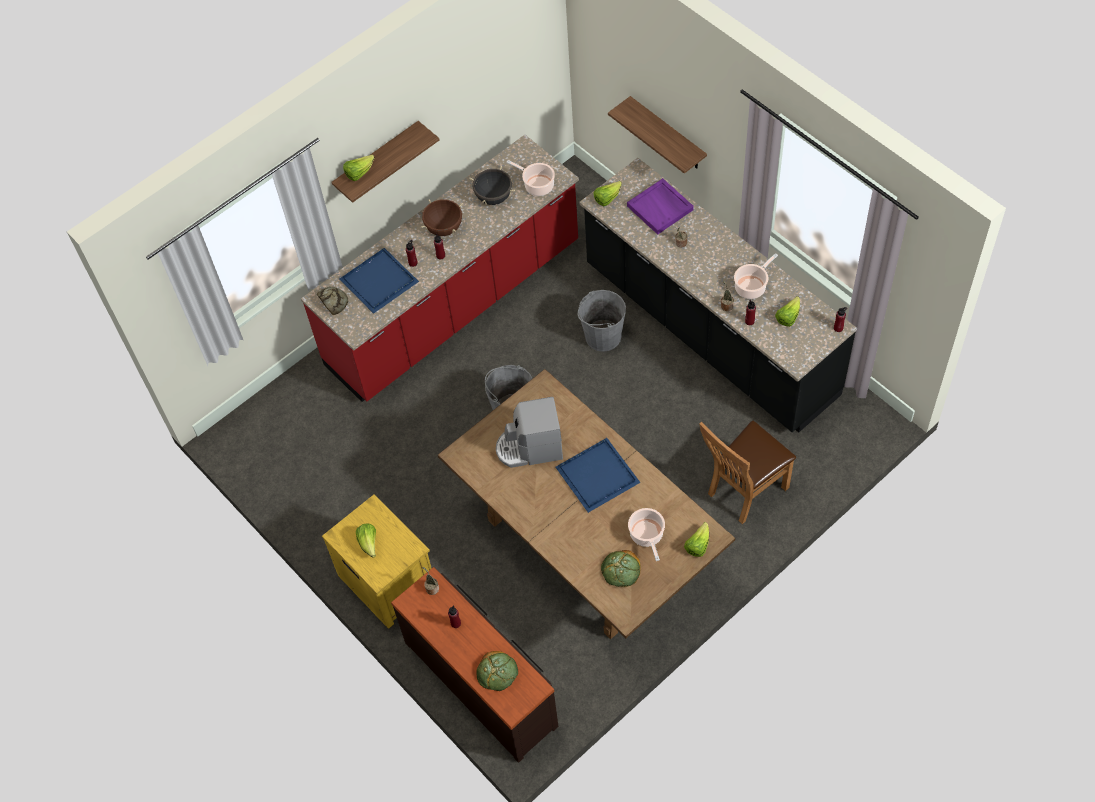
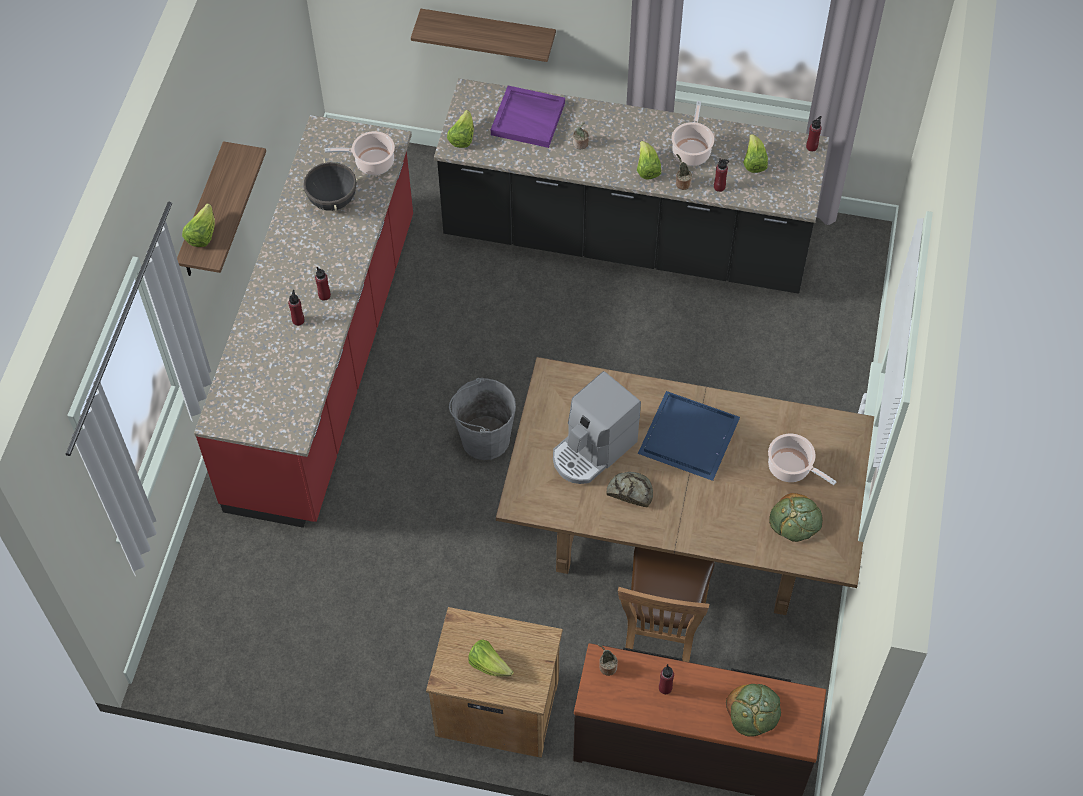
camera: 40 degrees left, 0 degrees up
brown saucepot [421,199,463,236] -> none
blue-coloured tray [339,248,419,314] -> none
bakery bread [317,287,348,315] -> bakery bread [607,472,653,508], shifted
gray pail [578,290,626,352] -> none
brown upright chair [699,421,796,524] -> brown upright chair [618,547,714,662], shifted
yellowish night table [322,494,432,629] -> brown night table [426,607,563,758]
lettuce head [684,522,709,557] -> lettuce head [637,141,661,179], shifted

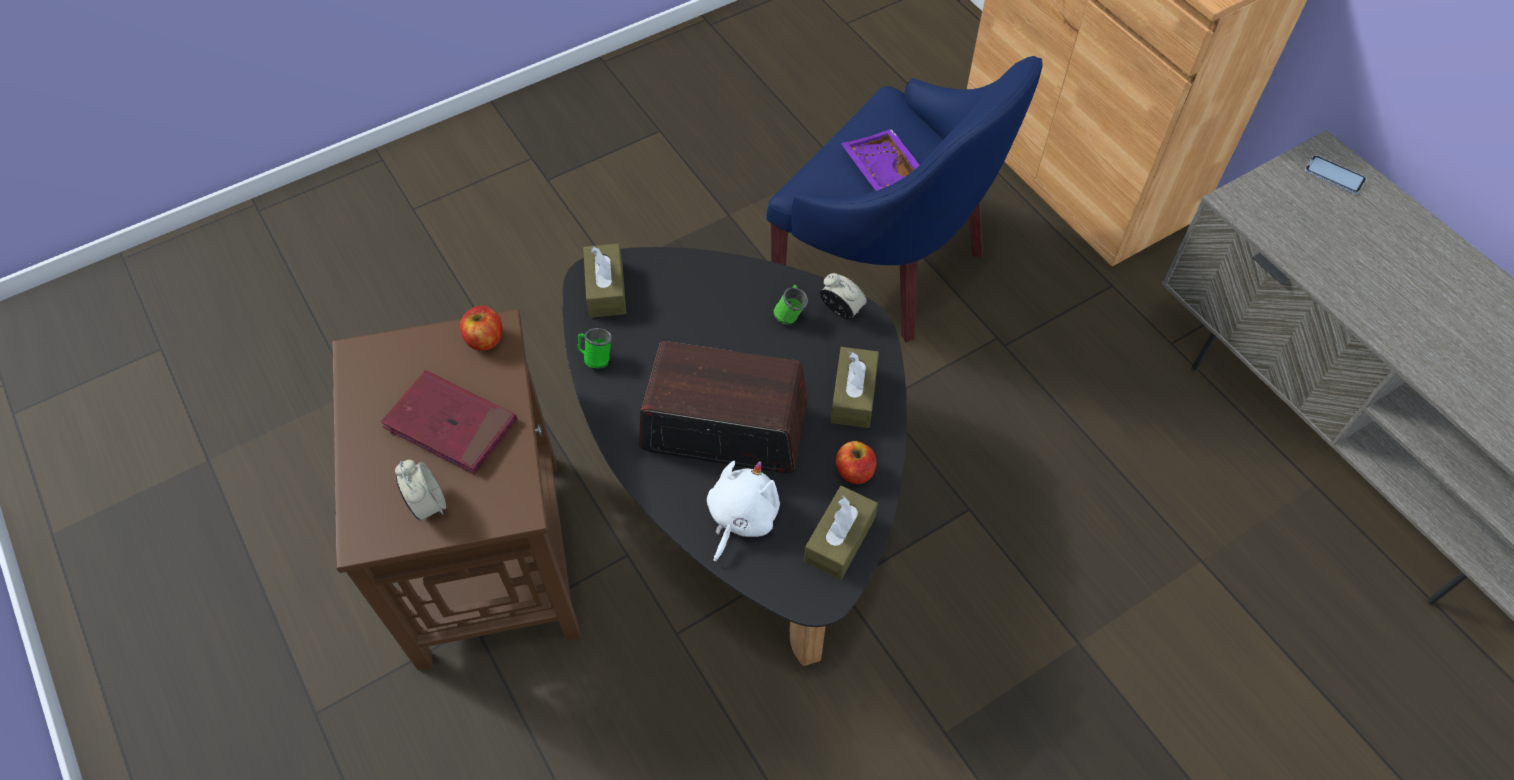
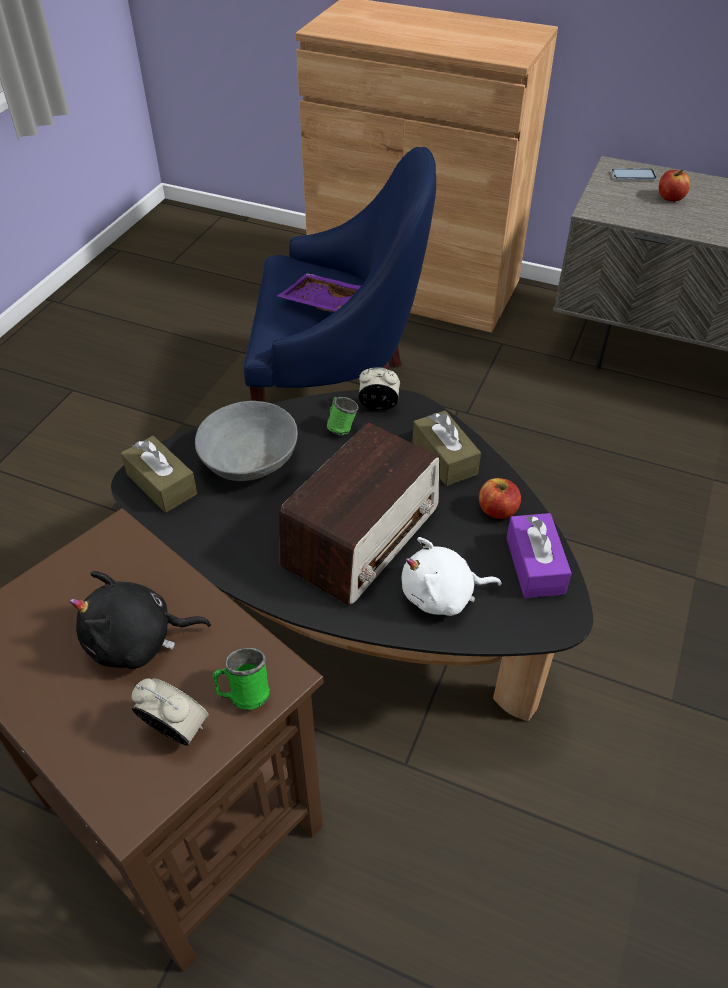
camera: 35 degrees left, 10 degrees down
whole apple [460,306,502,351] -> whole apple [659,170,690,202], shifted
green tea mug [577,328,612,369] -> green tea mug [213,648,270,710], shifted
radio [639,341,807,473] -> radio [279,423,440,606], 150 degrees clockwise
red volume [381,370,517,475] -> black-coloured plush toy [70,571,211,669]
whitish plush toy [707,461,780,562] -> whitish plush toy [402,537,502,616], 90 degrees counterclockwise
brown box of tissues [804,486,878,580] -> purple box of tissues [507,513,572,598]
none -> gray bowl [195,401,298,481]

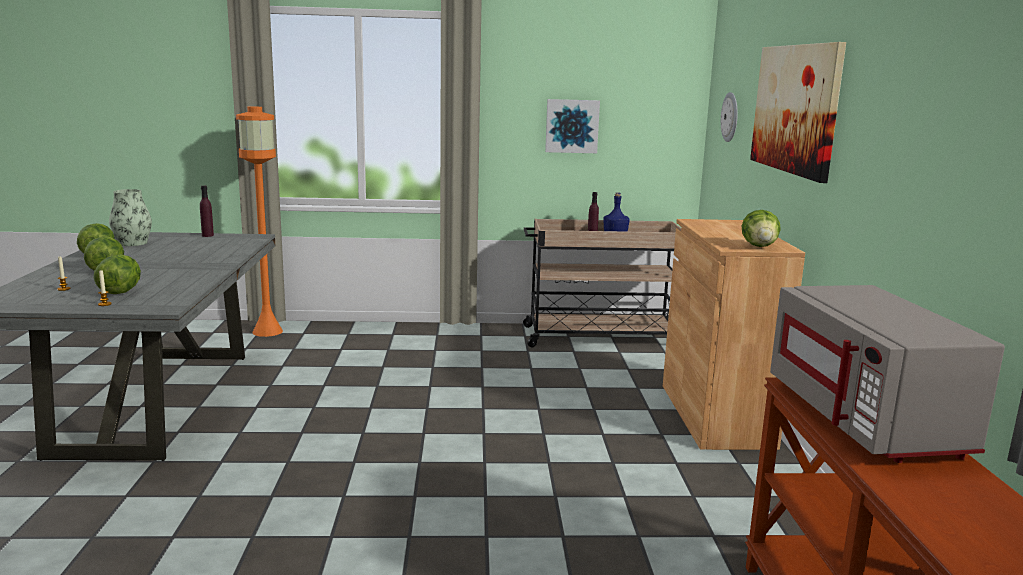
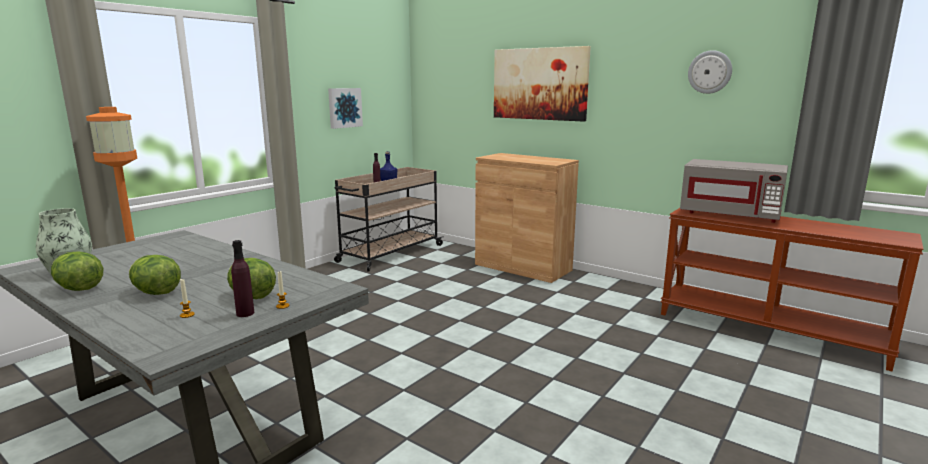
camera: 50 degrees left, 0 degrees up
hanging clock [721,92,738,142] -> hanging clock [688,50,732,94], shifted
purple beverage bottle [200,186,214,237] -> purple beverage bottle [231,240,254,317], shifted
lettuce head [742,210,781,247] -> none

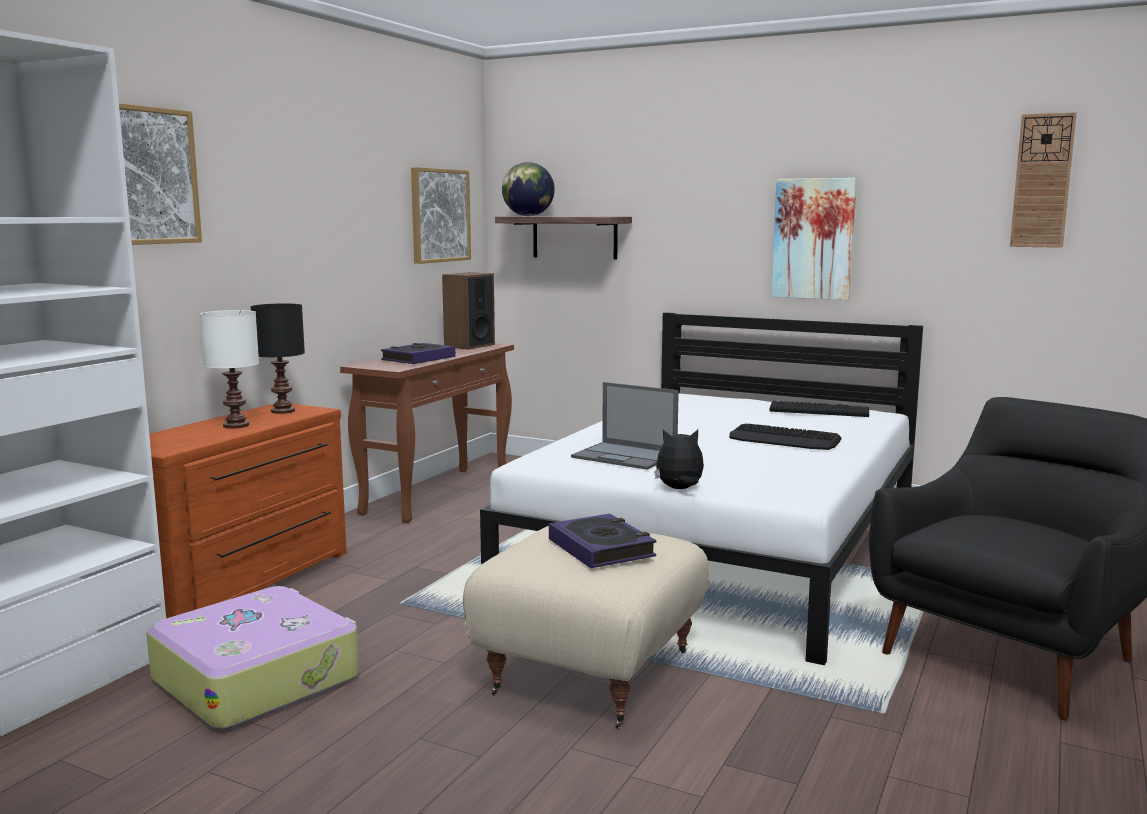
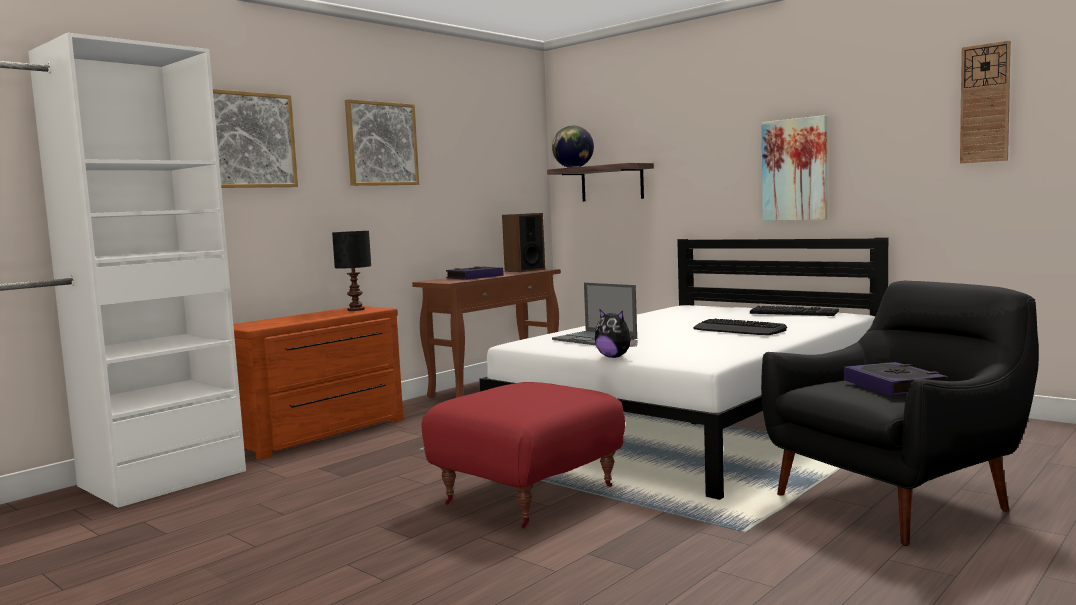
camera: 15 degrees right, 5 degrees down
picture [411,167,471,264] -> picture [345,99,419,186], shifted
whitish table lamp [200,310,259,429] -> none
plush toy [654,430,704,489] -> plush toy [595,309,638,358], 150 degrees counterclockwise
volume [549,514,657,568] -> volume [844,362,948,396], shifted
beige pouffe [463,526,709,729] -> red pouffe [422,382,625,528]
travel case [146,586,359,730] -> none

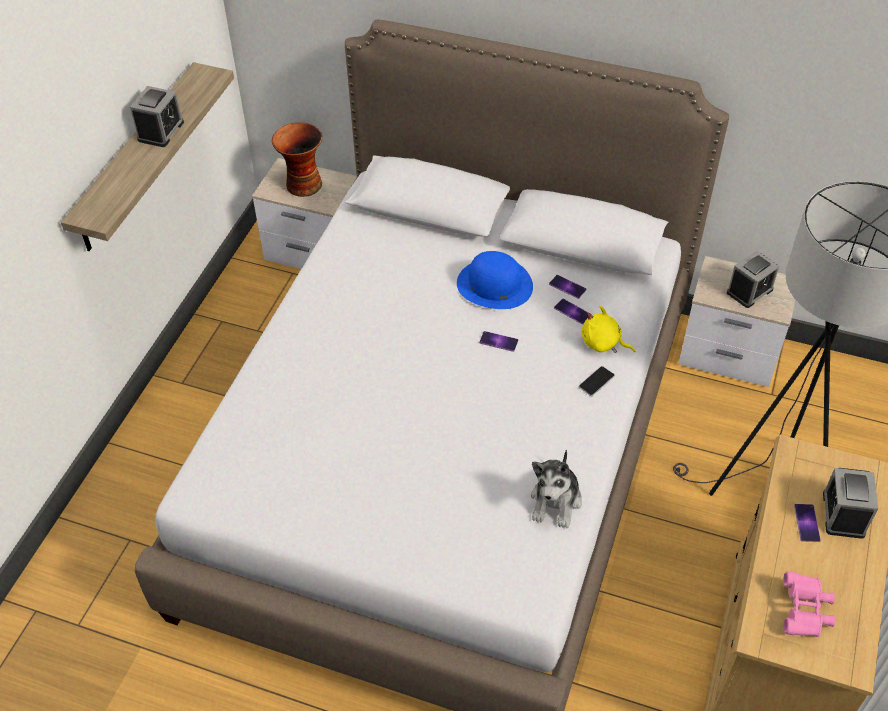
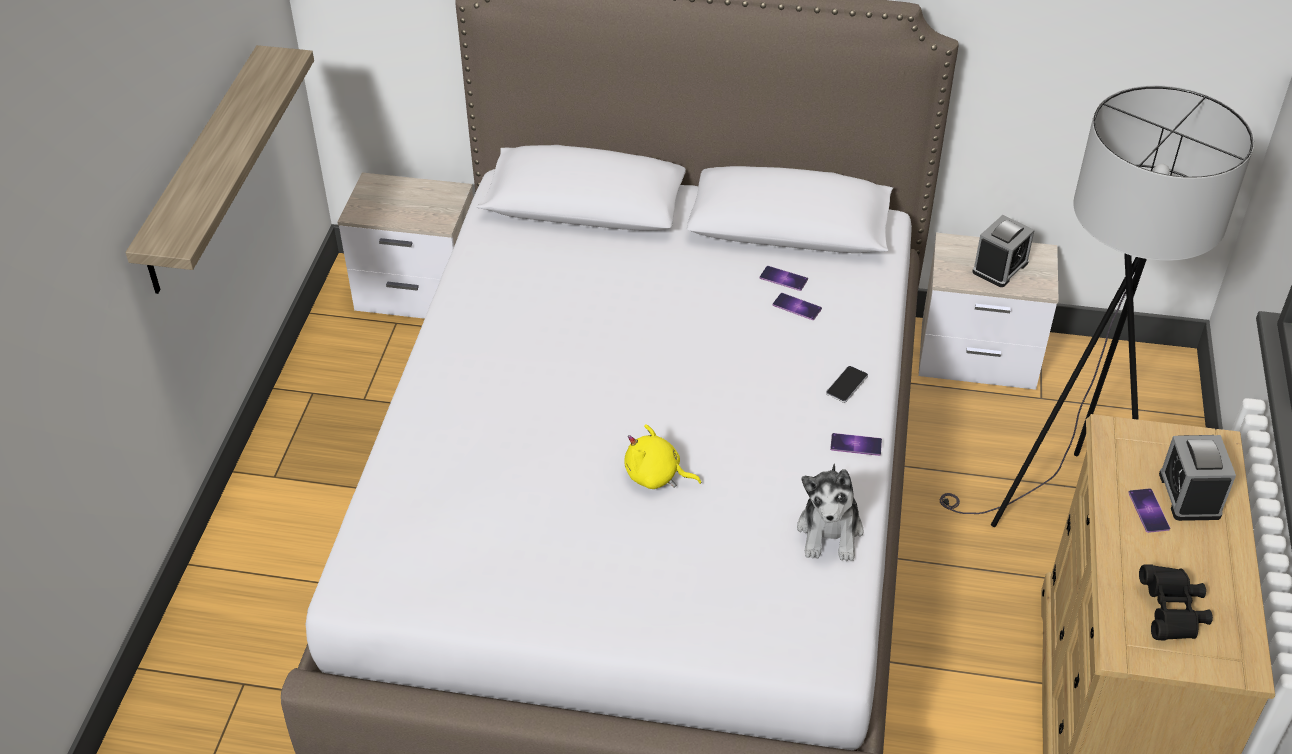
camera: 10 degrees left, 5 degrees down
bedside clock [130,86,184,147] -> none
vase [272,122,322,197] -> none
blue-coloured wearable hat [457,251,533,309] -> none
yellowish plush toy [582,306,635,353] -> yellowish plush toy [624,424,701,489], shifted
handset [479,331,518,352] -> handset [830,433,882,456], shifted
pink-coloured binoculars [783,571,835,637] -> black-coloured binoculars [1139,564,1213,640]

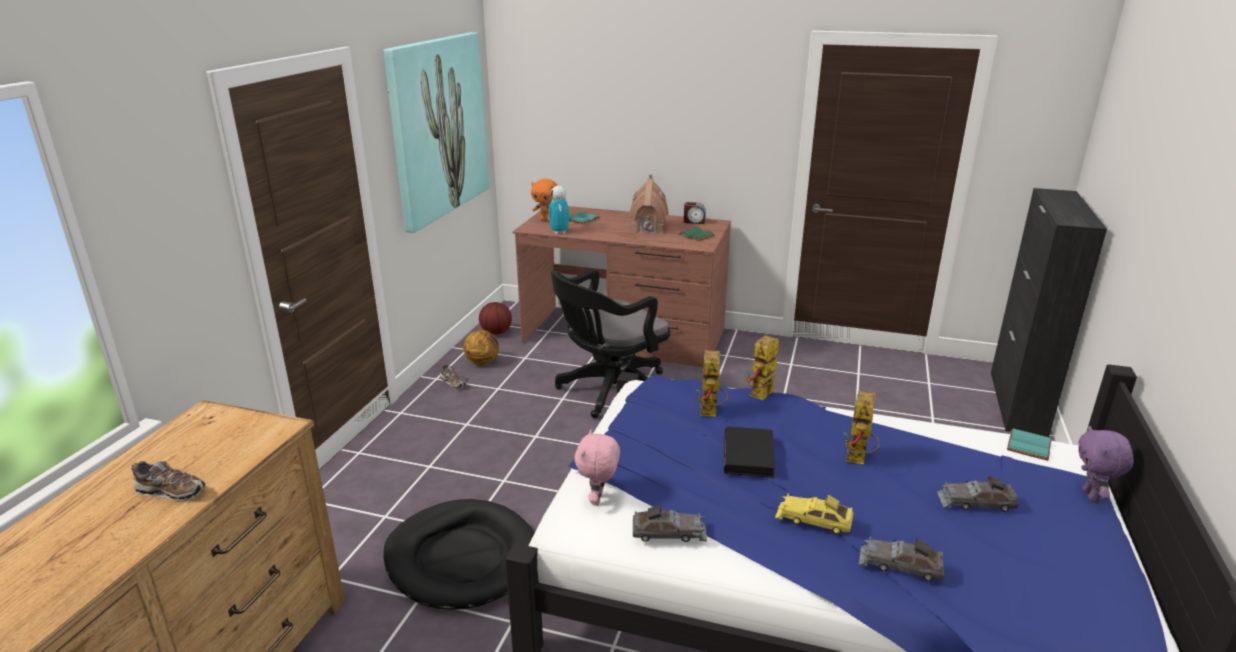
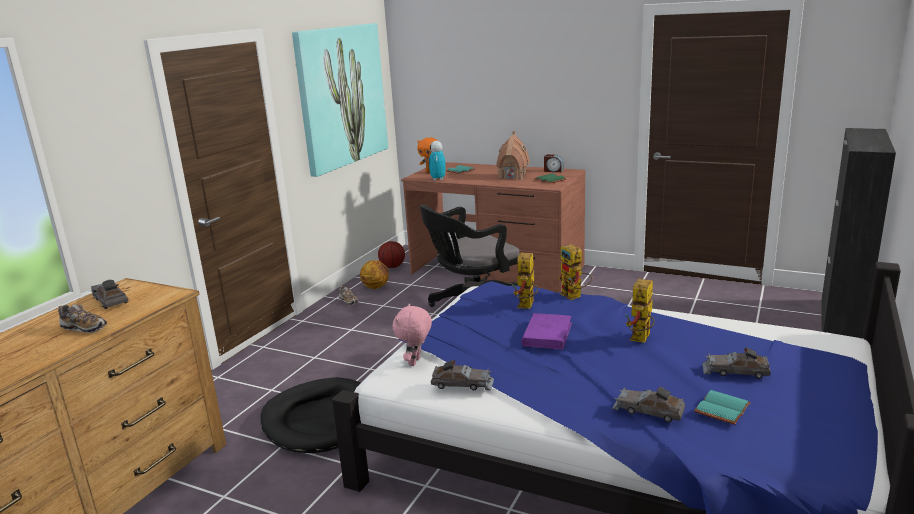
camera: 10 degrees right, 5 degrees down
toy robot [745,335,779,400] -> toy robot [559,244,593,300], 75 degrees counterclockwise
purple plush toy [1078,426,1134,502] -> none
black-coloured volume [724,427,775,478] -> purple volume [521,313,572,350]
turquoise volume [1007,429,1052,461] -> turquoise volume [694,390,751,425], shifted
yellowish model car [775,493,854,534] -> none
none -> gray model car [91,280,128,309]

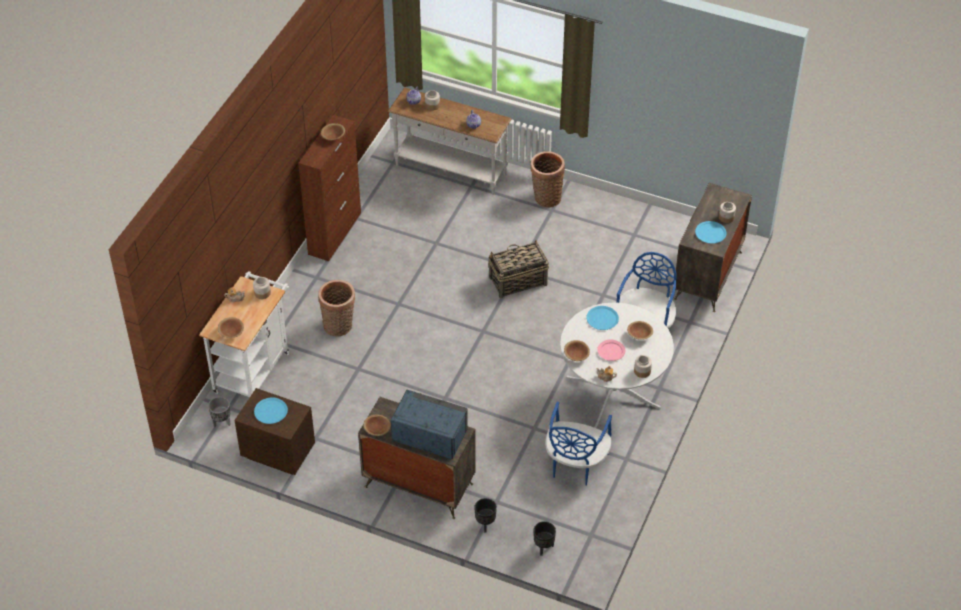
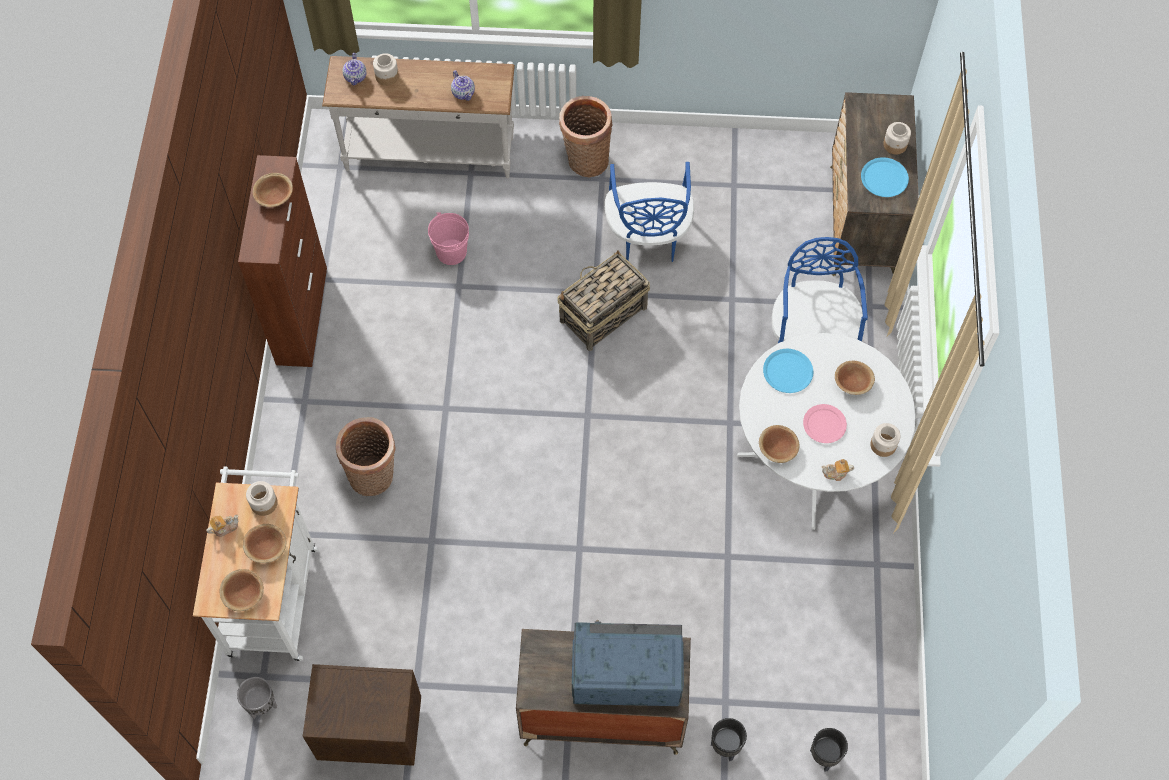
camera: 20 degrees left, 15 degrees up
blue-coloured flat dish [254,398,288,424] -> none
blue-coloured upright chair [545,402,612,486] -> blue-coloured upright chair [605,162,694,263], shifted
brown bowl [363,414,391,436] -> brown bowl [243,524,286,563], shifted
none -> pink-coloured pail [428,212,469,265]

